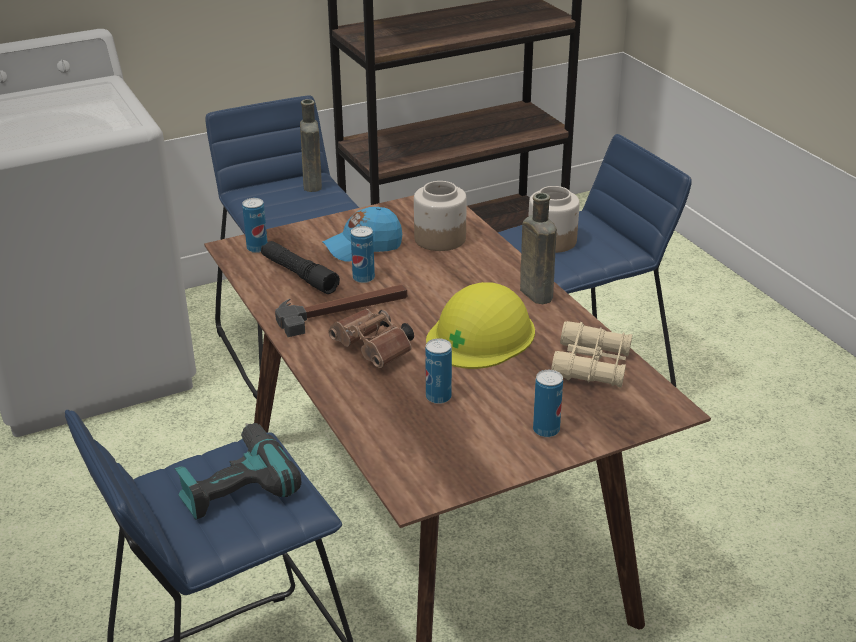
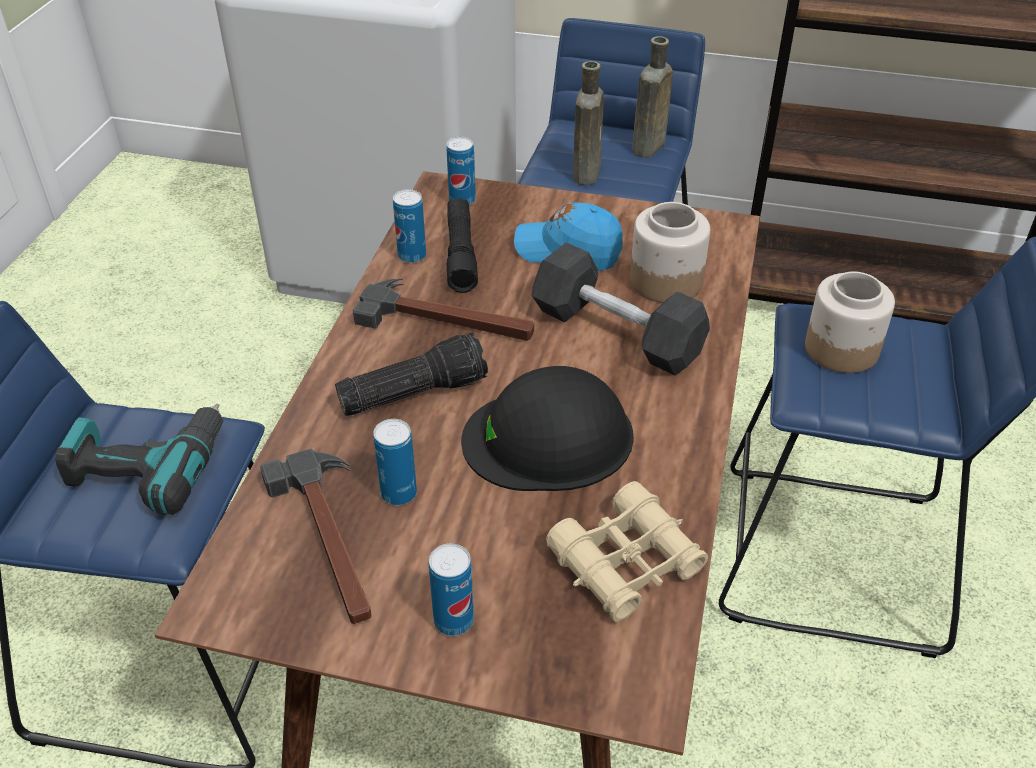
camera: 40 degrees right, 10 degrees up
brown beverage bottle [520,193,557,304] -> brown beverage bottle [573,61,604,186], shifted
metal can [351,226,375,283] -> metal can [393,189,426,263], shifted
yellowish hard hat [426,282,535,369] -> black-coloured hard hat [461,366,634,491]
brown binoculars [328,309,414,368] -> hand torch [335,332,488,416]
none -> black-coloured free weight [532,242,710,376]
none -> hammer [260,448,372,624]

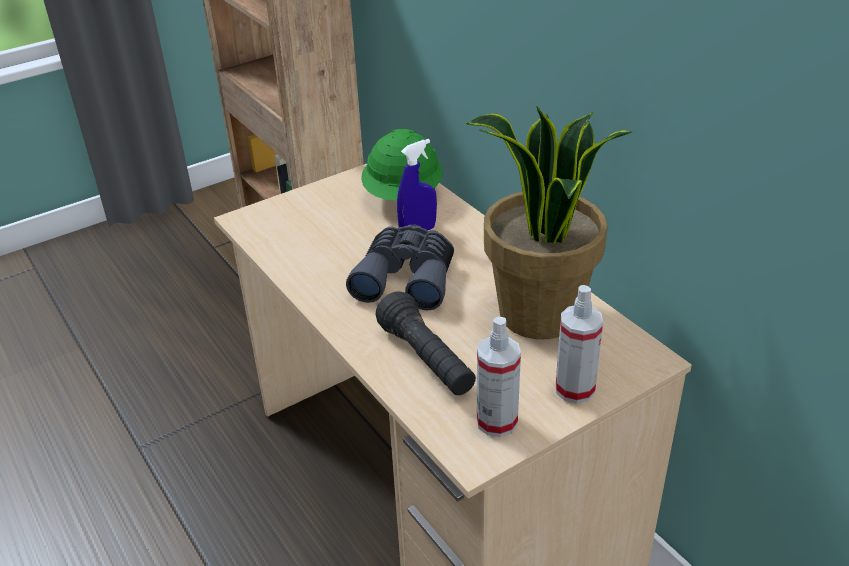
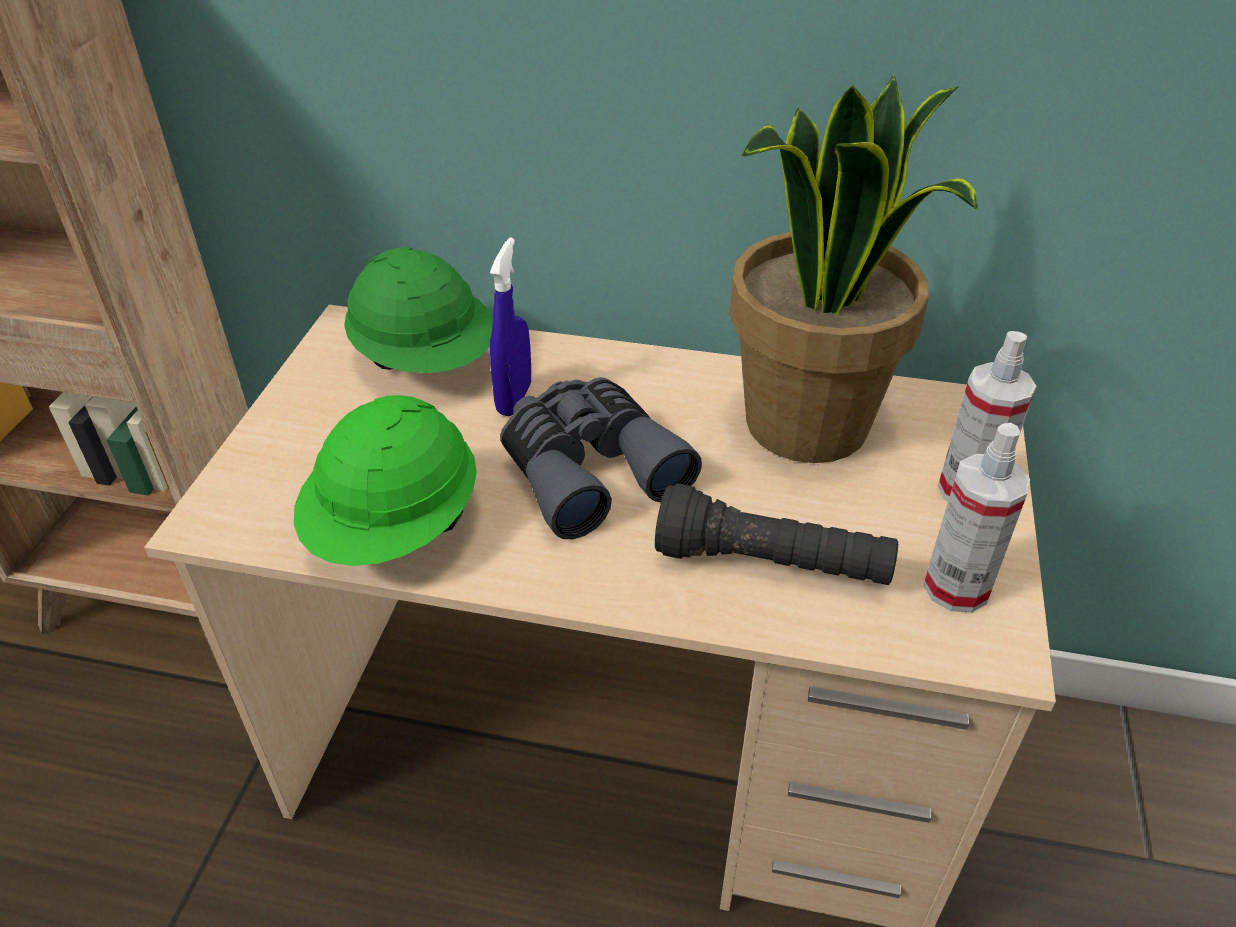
camera: 45 degrees left, 5 degrees up
none -> green hard hat [294,395,477,566]

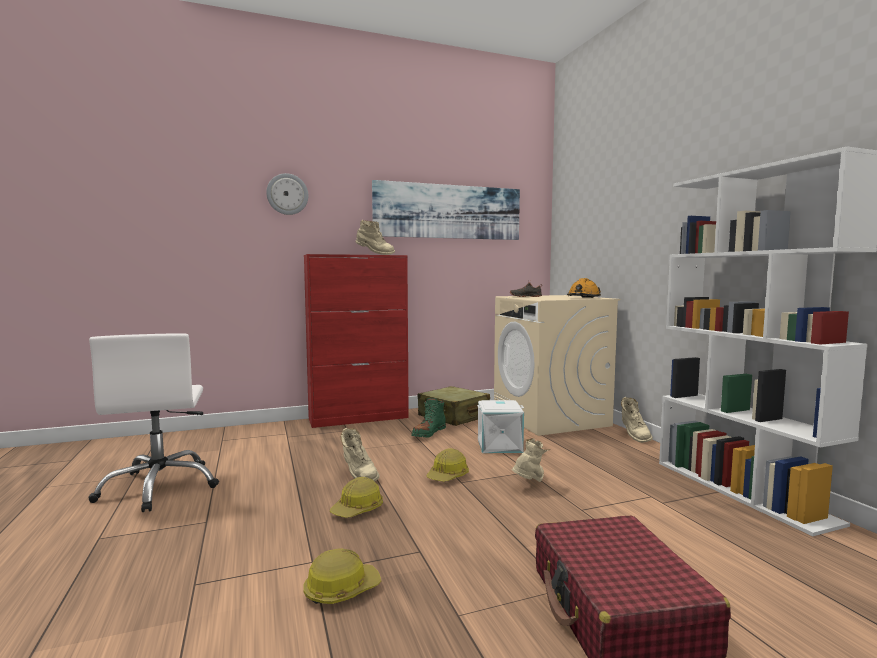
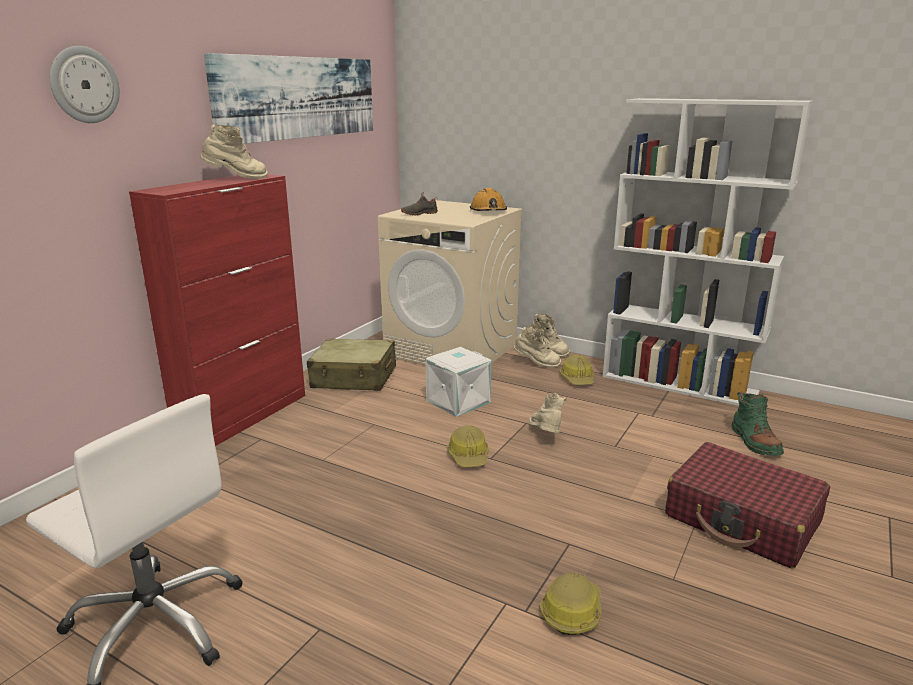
camera: 40 degrees left, 15 degrees up
green tall boot [412,398,446,437] -> green tall boot [732,391,784,456], shifted
beige tall boot [341,428,380,481] -> beige tall boot [513,326,561,368], shifted
hard hat [330,477,383,518] -> hard hat [560,355,594,385], shifted

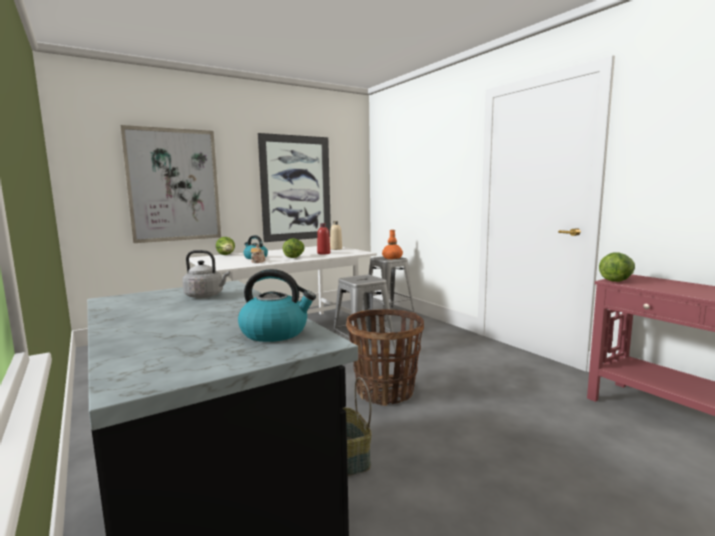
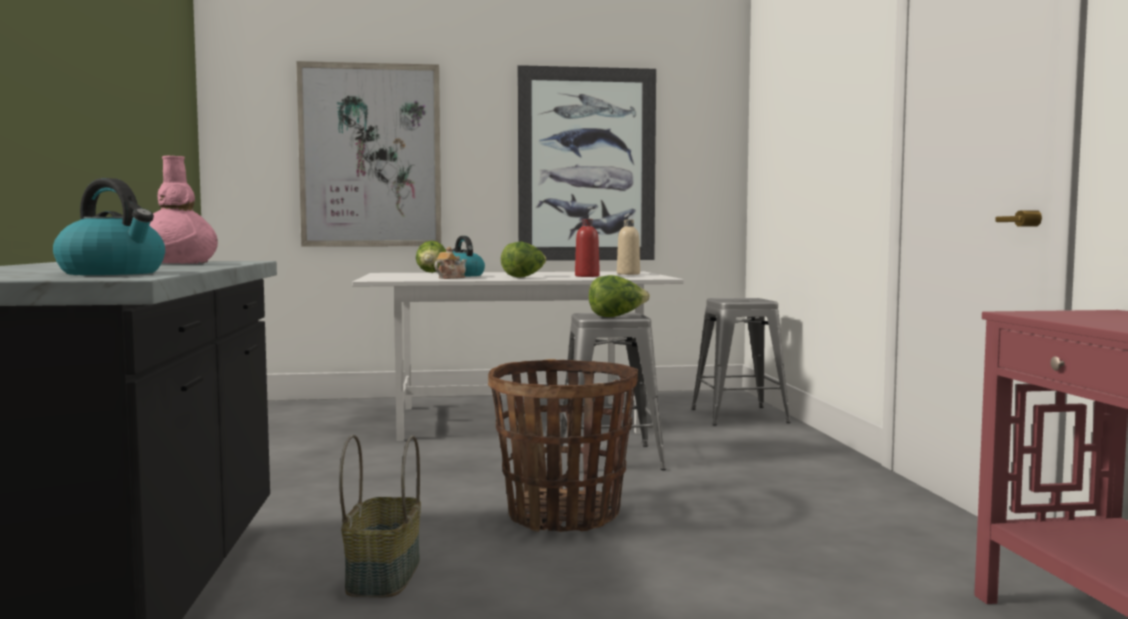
camera: 25 degrees right, 5 degrees down
orange vase [382,230,403,260] -> none
gray kettle [182,250,230,298] -> pink-coloured vase [149,156,218,264]
lettuce head [599,252,635,282] -> lettuce head [588,275,650,317], shifted

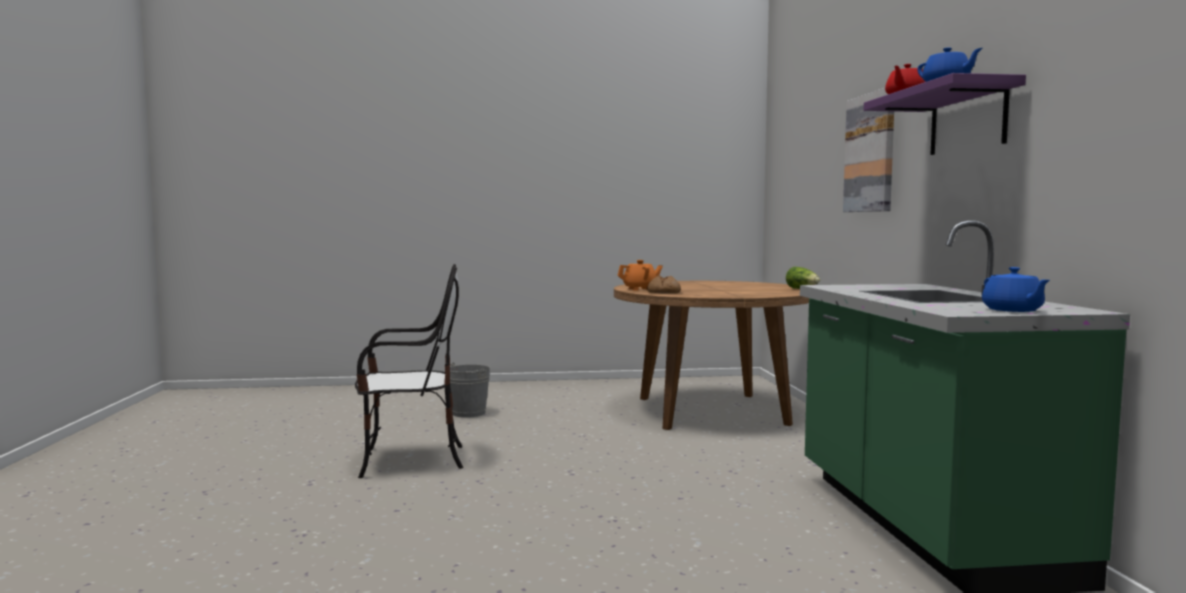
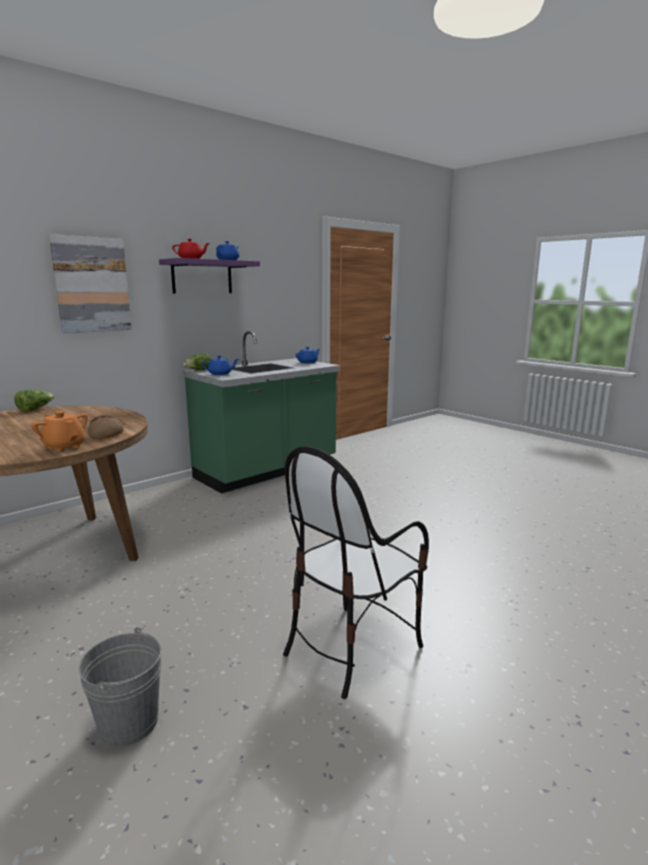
camera: 125 degrees left, 10 degrees up
upright chair [355,264,463,478] -> upright chair [283,446,429,699], 90 degrees counterclockwise
none -> lettuce head [183,353,211,370]
none -> blue-coloured pot for tea [202,356,239,375]

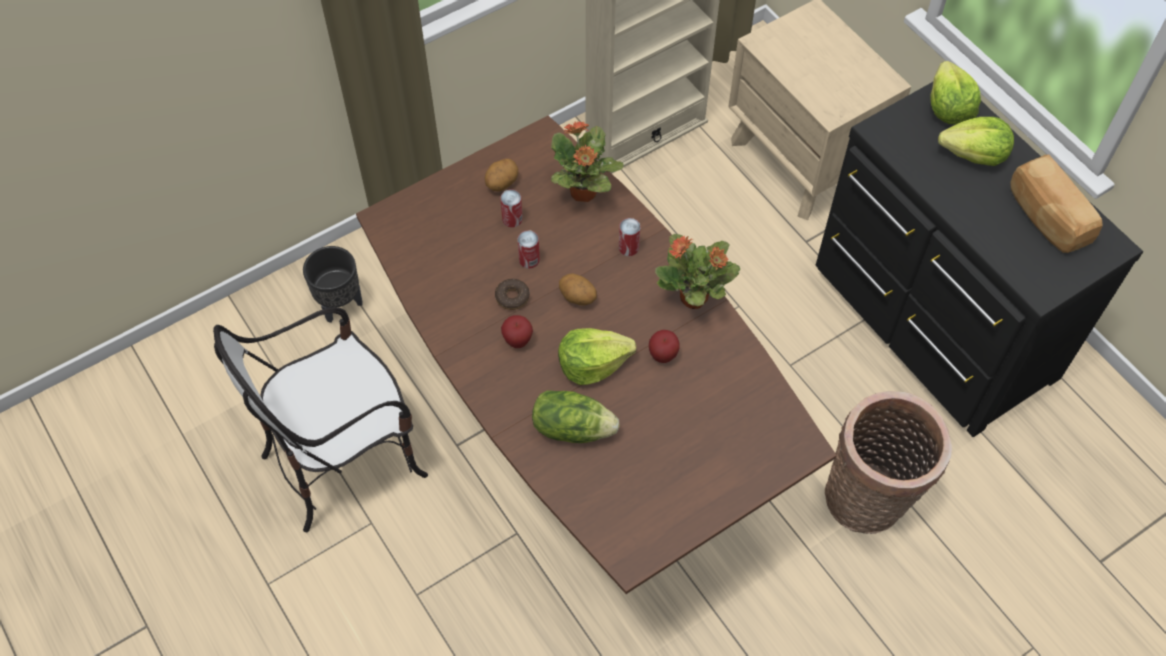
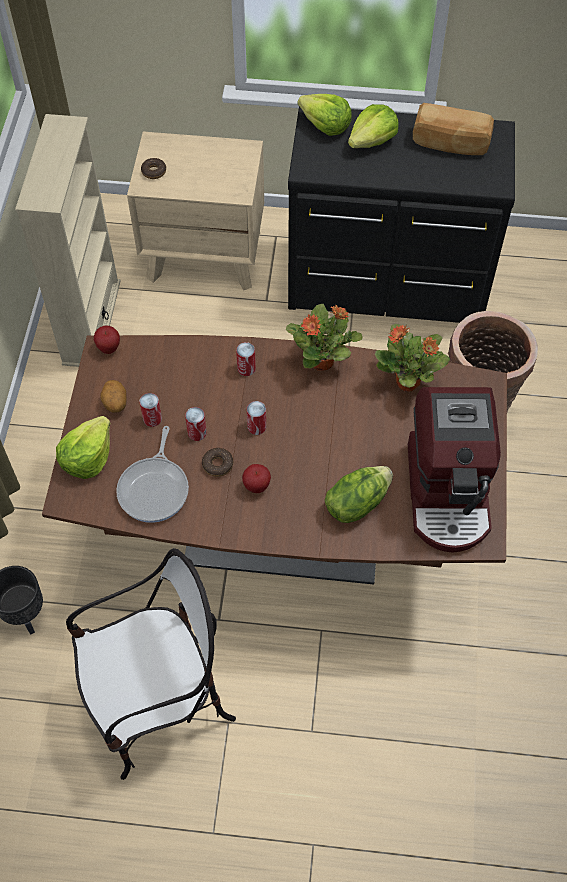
camera: 50 degrees left, 0 degrees up
plant in a pot [551,121,624,202] -> plant in a pot [375,324,450,392], shifted
potato [559,273,597,306] -> metal can [247,401,266,435]
upright chair [213,307,428,532] -> upright chair [66,548,236,780], 120 degrees counterclockwise
lettuce head [558,328,636,385] -> lettuce head [56,416,110,479], shifted
whole apple [649,330,680,363] -> whole apple [94,325,120,354], shifted
none -> donut [141,158,166,179]
none -> coffee maker [408,387,501,553]
none -> pan [116,426,189,523]

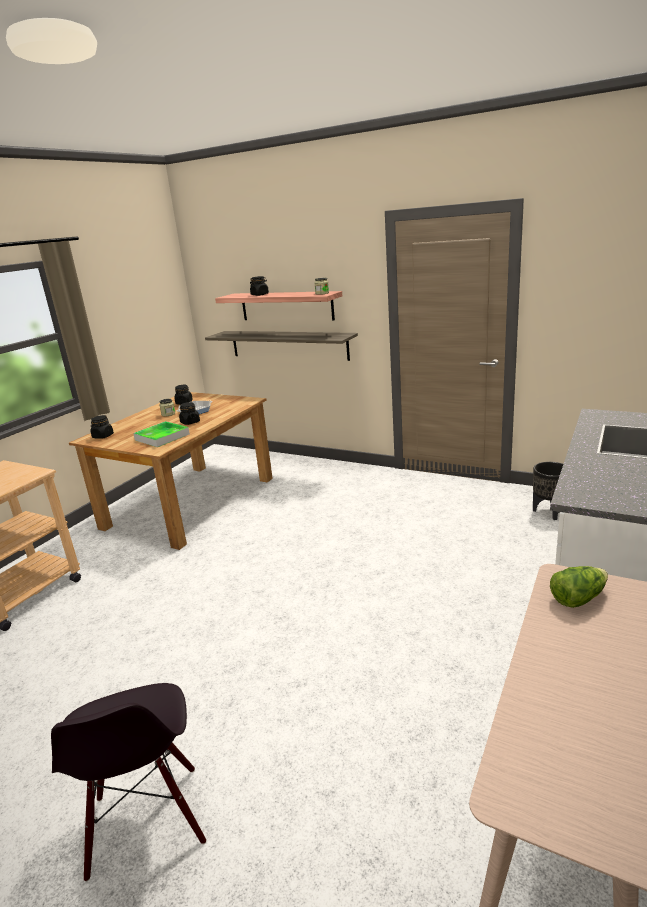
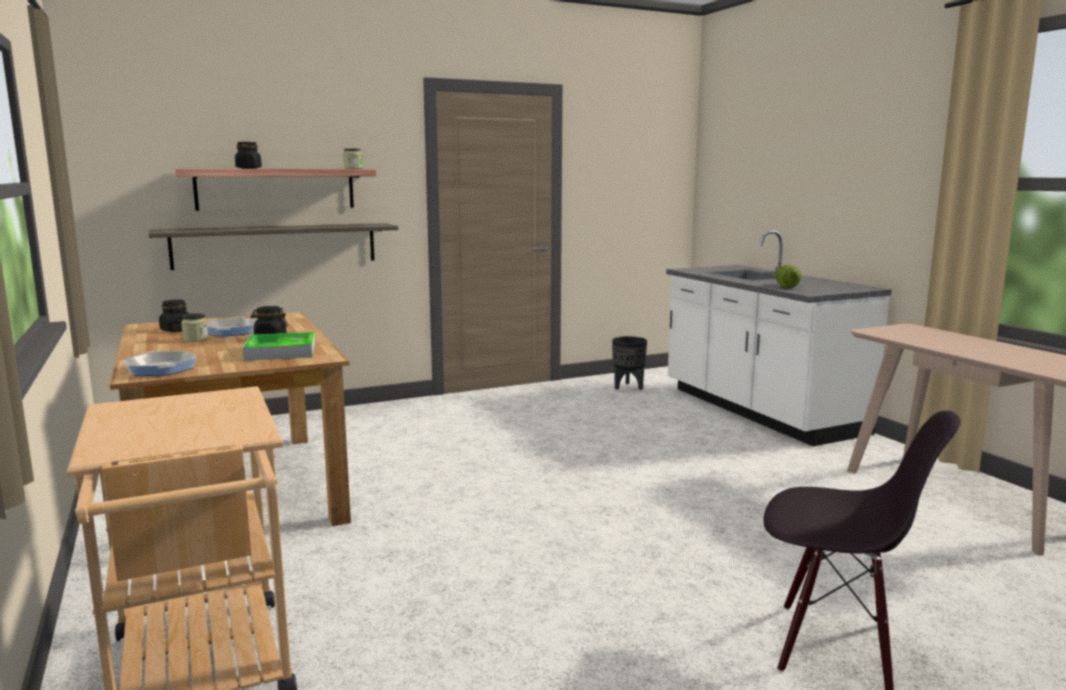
camera: 55 degrees left, 10 degrees down
black-coloured storage jar [91,415,114,439] -> pan [123,351,197,376]
lettuce head [550,566,608,608] -> lettuce head [775,265,801,288], shifted

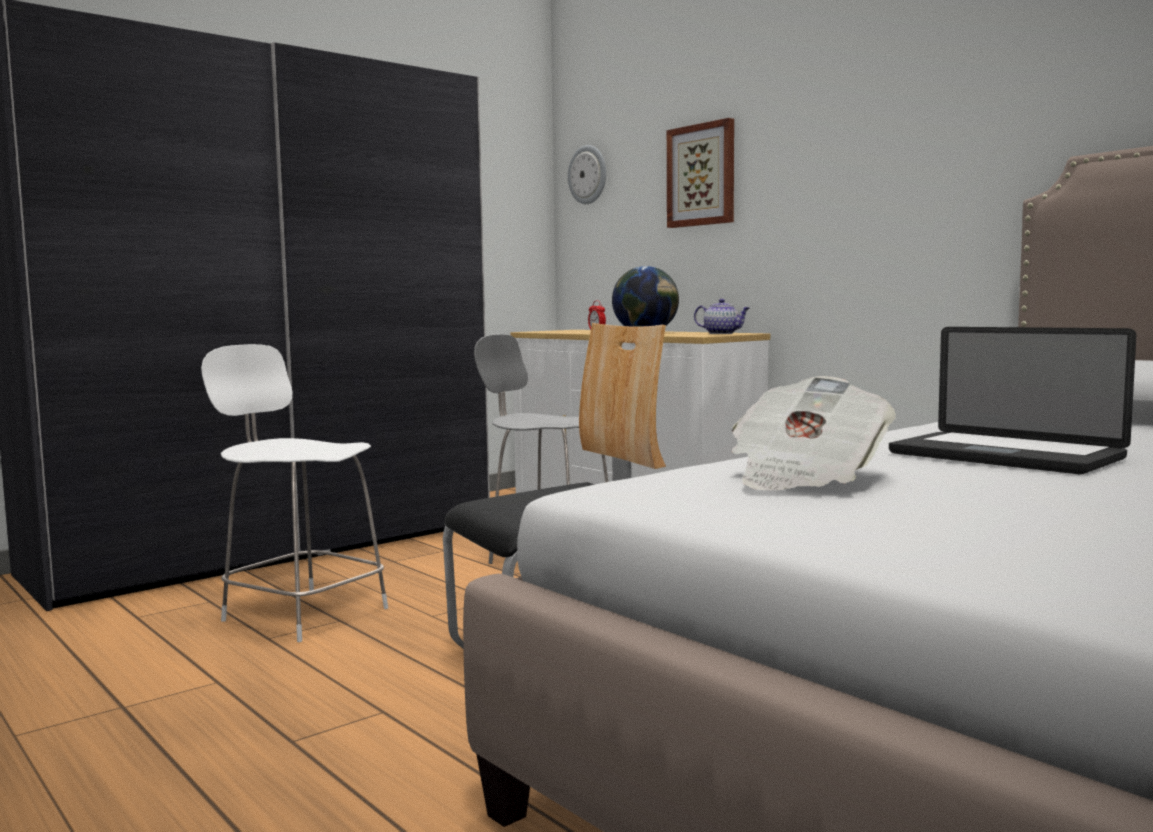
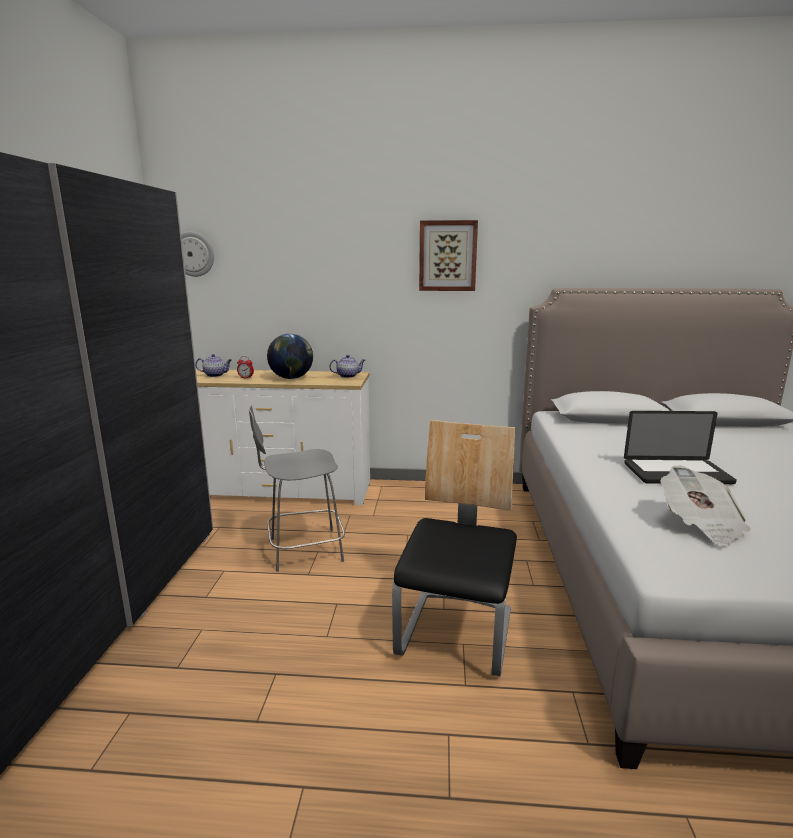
camera: 45 degrees left, 10 degrees up
picture [667,118,734,228] -> picture [419,220,478,291], shifted
whitish upright chair [201,344,388,642] -> none
none -> pot for tea [195,354,232,377]

